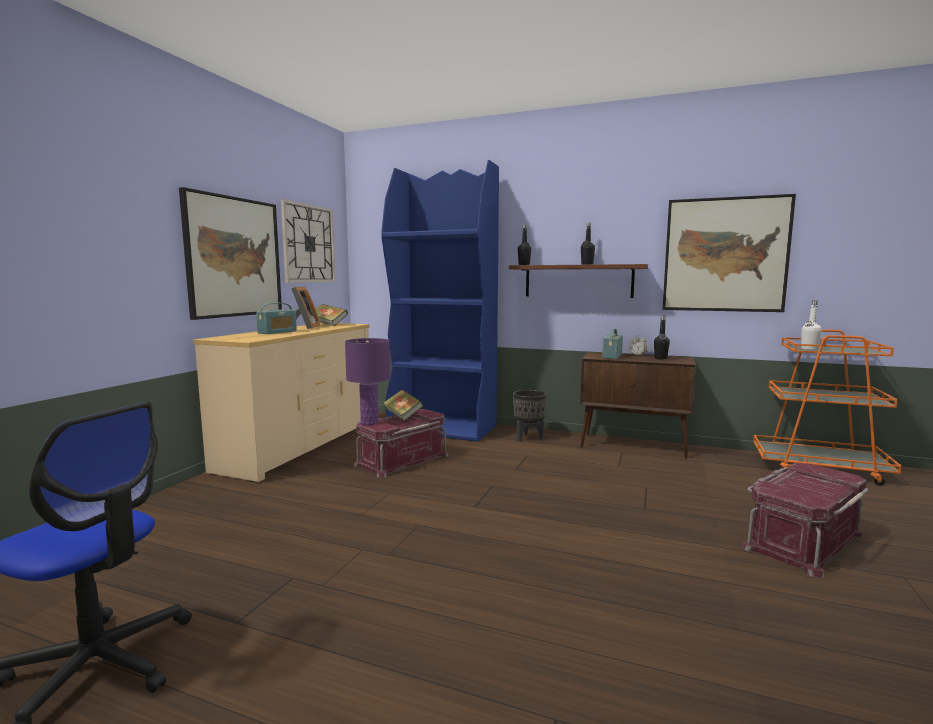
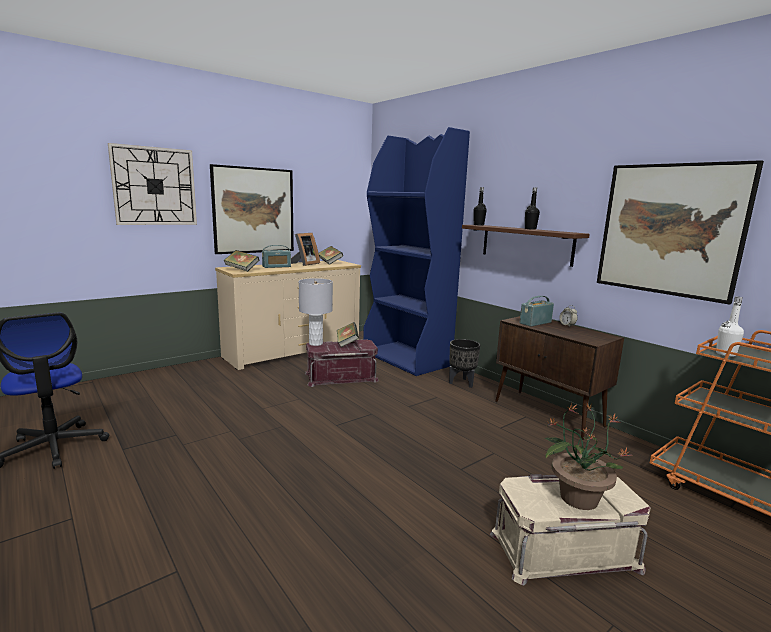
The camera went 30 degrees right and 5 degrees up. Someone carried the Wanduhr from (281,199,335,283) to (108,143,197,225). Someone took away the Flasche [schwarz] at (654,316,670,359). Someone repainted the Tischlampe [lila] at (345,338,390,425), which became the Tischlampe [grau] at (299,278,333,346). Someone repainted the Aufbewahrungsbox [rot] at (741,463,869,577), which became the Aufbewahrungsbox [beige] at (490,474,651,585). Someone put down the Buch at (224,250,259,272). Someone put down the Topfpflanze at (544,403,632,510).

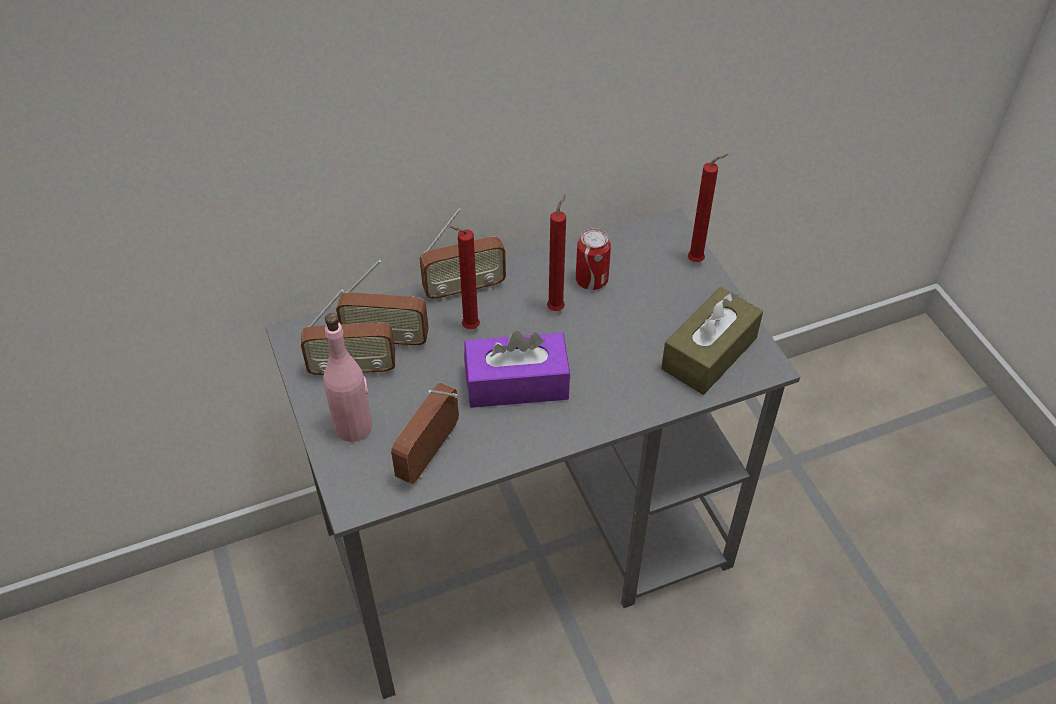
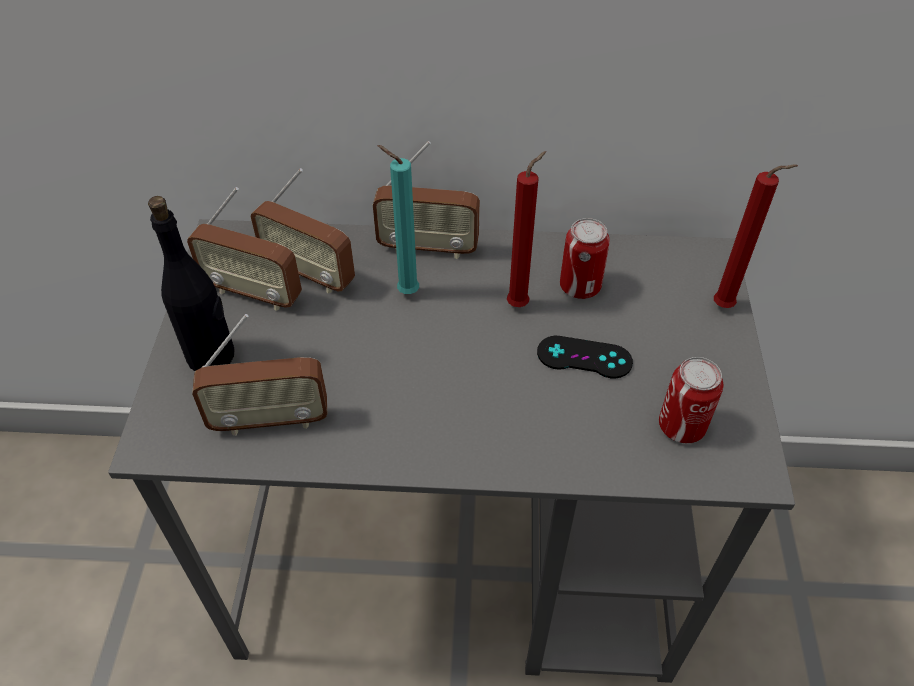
The camera went 25 degrees right and 0 degrees up. Someone repainted the Kerze [rot] at (448,226,480,329), which became the Kerze [türkis] at (377,145,419,294). Someone swapped the Taschentuchbox [braun] at (661,287,763,395) for the Dose at (659,357,724,443). Someone repainted the Flasche [rosa] at (323,313,372,442), which became the Flasche [schwarz] at (148,196,234,371). Someone took away the Taschentuchbox [lila] at (464,331,570,408). Someone rotated the Radio at (391,383,459,484) by 150 degrees counterclockwise. Someone put down the Gamepad [schwarz] at (537,336,633,378).

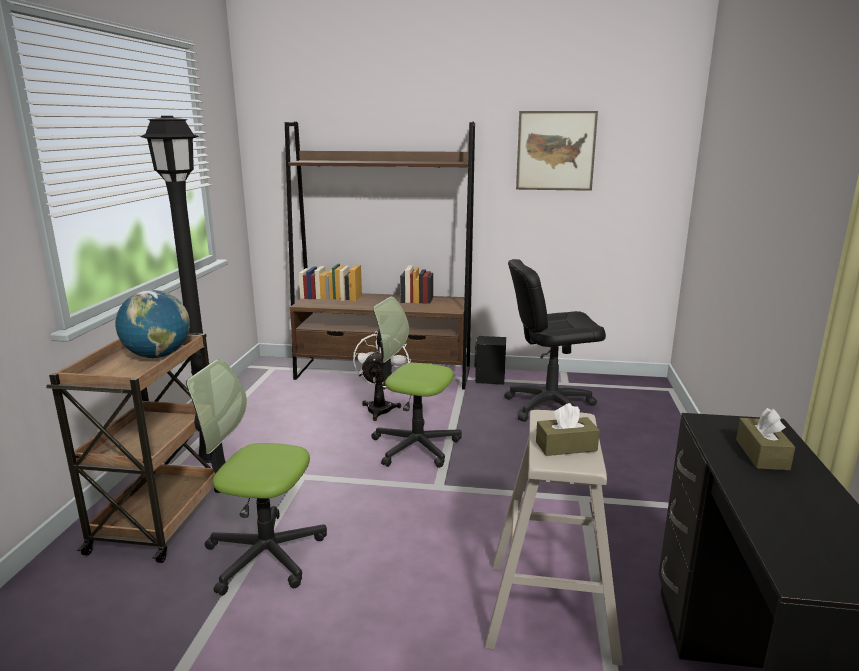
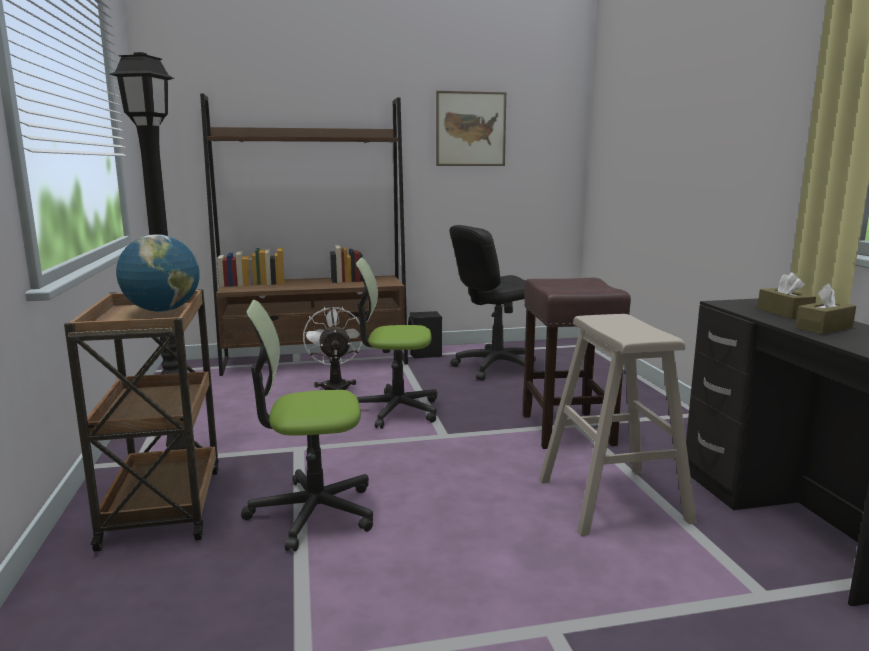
The camera went 20 degrees left and 5 degrees down. Someone carried the Taschentuchbox [braun] from (536,403,600,456) to (795,283,856,334). Someone put down the Hocker [braun] at (523,278,631,449).

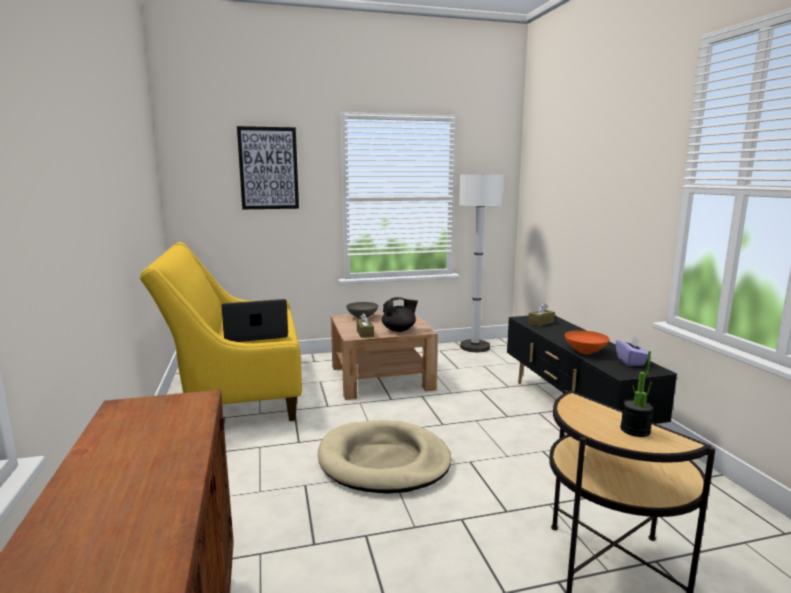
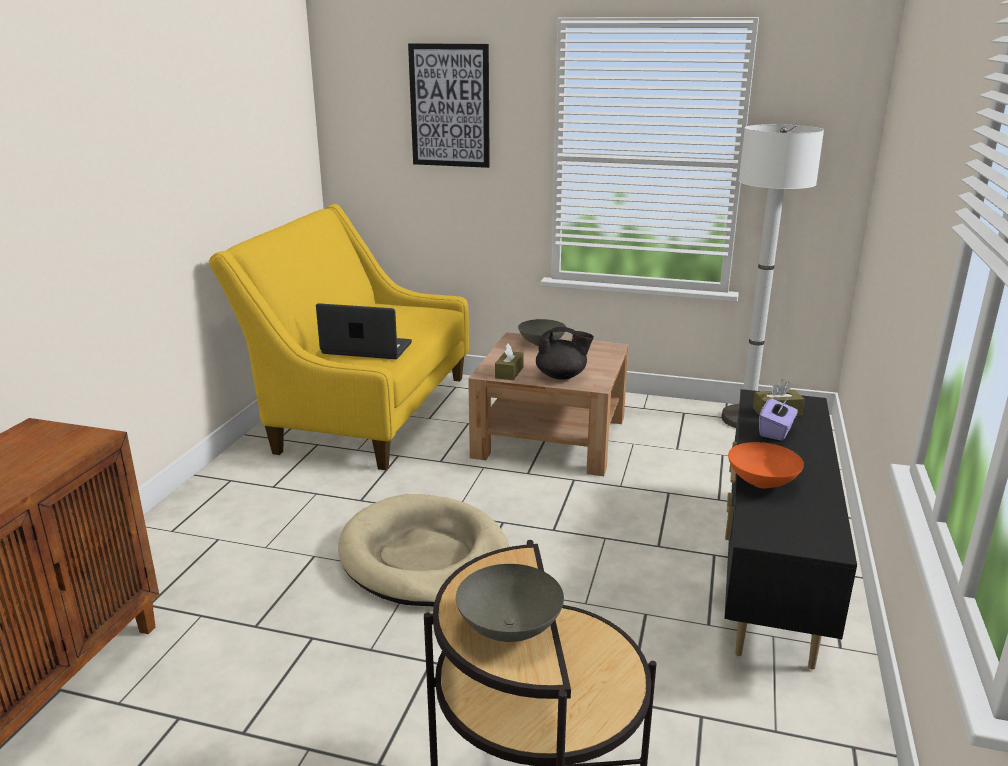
The camera went 30 degrees right and 10 degrees up. Someone carried the Taschentuchbox [lila] from (616,336,648,366) to (759,397,798,441). Someone swapped the Topfpflanze at (620,351,654,437) for the Schüssel [grau] at (456,564,564,642).

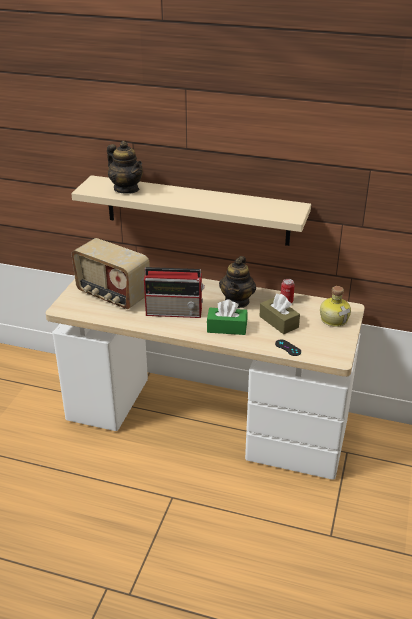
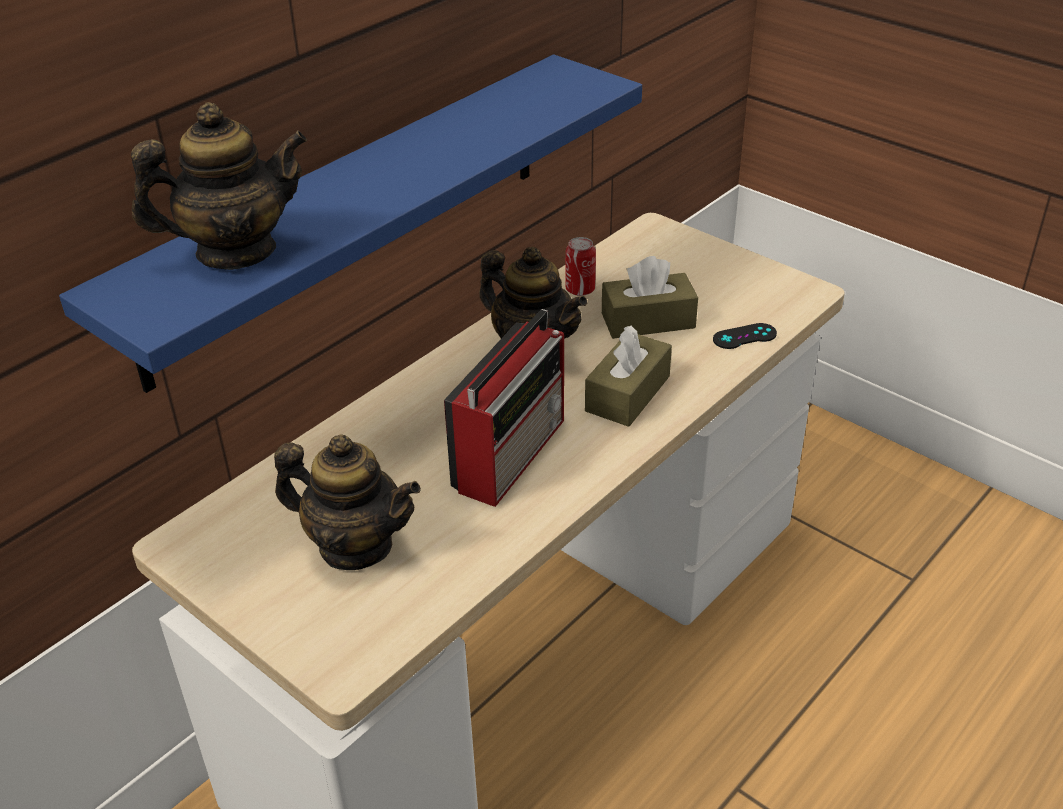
The camera went 65 degrees left and 5 degrees up. Someone repainted the Wandregal [beige] at (71,175,311,246), which became the Wandregal [blau] at (59,55,642,393). Someone swapped the Radio at (71,238,150,309) for the Teekanne at (274,434,421,570). Someone took away the Flasche at (320,286,351,327). Someone repainted the Taschentuchbox [grün] at (207,300,248,335), which became the Taschentuchbox [braun] at (585,326,672,427).

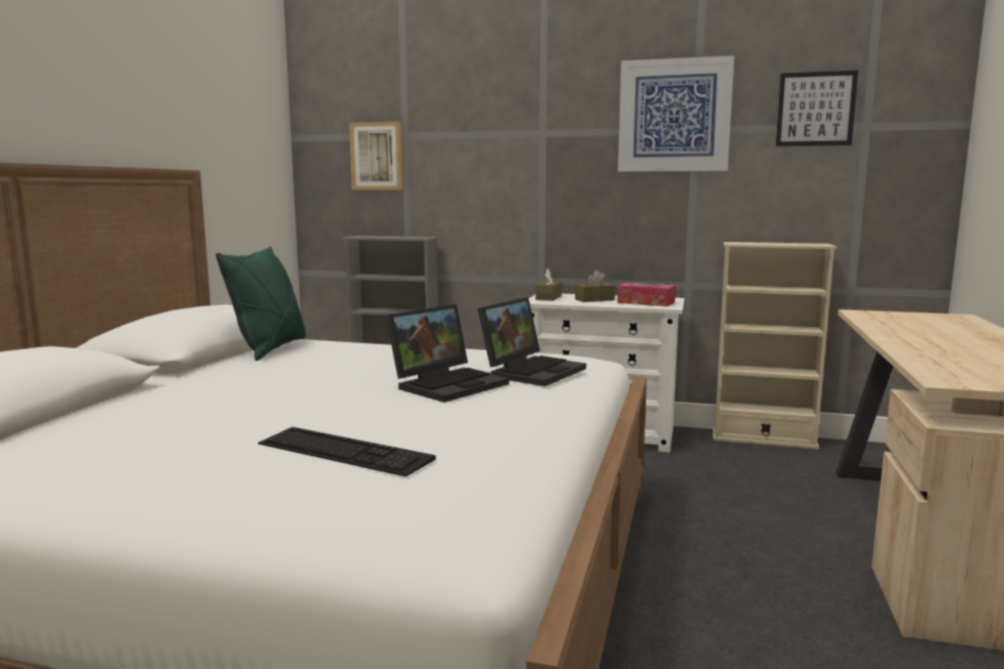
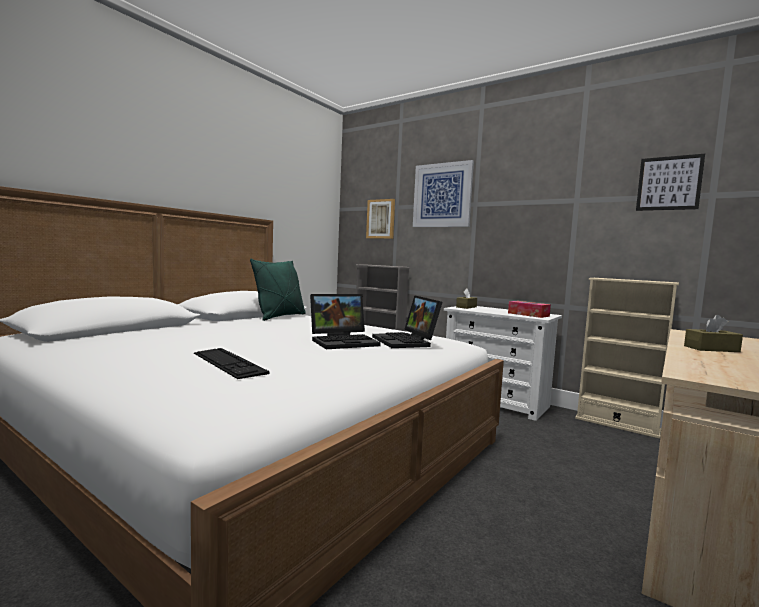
The camera went 20 degrees right and 5 degrees down. Someone carried the Bild from (618,56,734,172) to (413,160,474,227). Someone carried the Taschentuchbox [braun] from (575,270,615,302) to (684,315,743,352). Someone rotated the Laptop at (477,297,586,386) by 105 degrees clockwise.

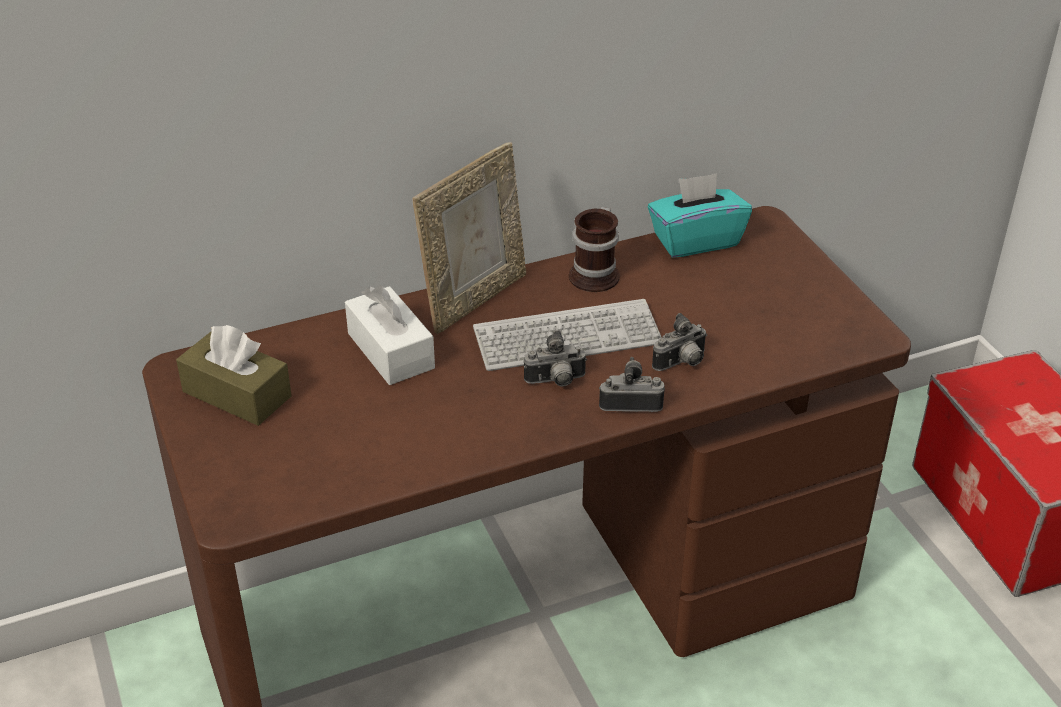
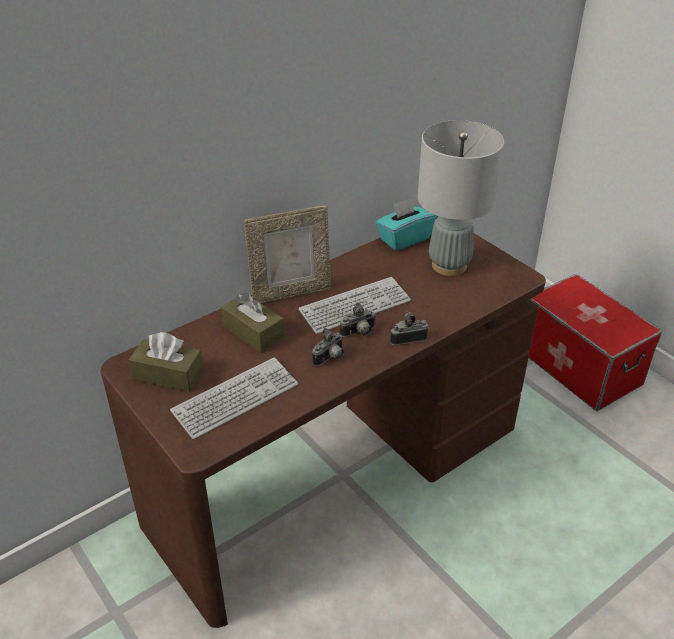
The camera went 15 degrees left and 0 degrees up. Someone rotated the Bilderrahmen at (412,142,526,334) by 45 degrees clockwise. Someone took away the Henkelbecher at (569,207,620,292). Someone repainted the Taschentuchbox [weiß] at (345,285,435,385), which became the Taschentuchbox [braun] at (221,293,285,353). Someone carried the Kamera from (652,313,707,371) to (312,328,344,366). Someone put down the Tischlampe [grau] at (418,120,504,276). Someone put down the Tastatur at (170,357,298,439).

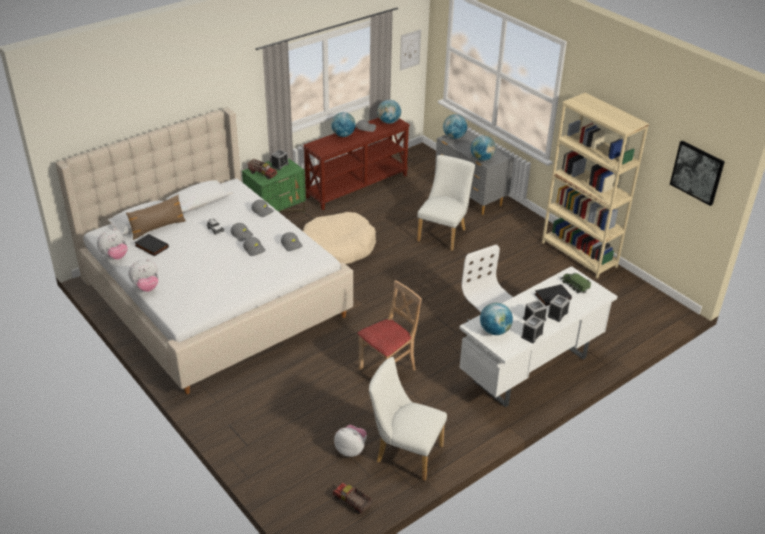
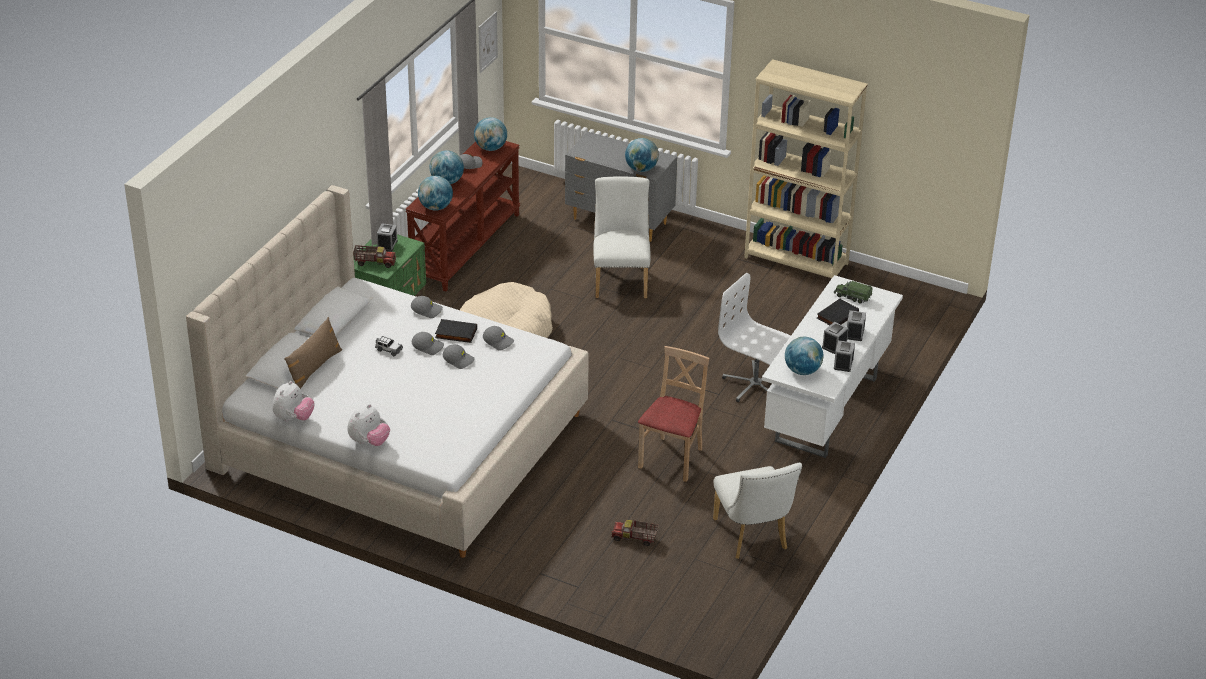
The camera went 25 degrees left and 0 degrees up. Someone carried the Globus from (443,114,467,139) to (418,176,453,211). Someone took away the Bild at (670,141,725,206). Someone carried the Buch [schwarz] from (134,234,169,256) to (435,319,477,343). Someone rotated the Stuhl [weiß] at (369,357,447,481) by 105 degrees counterclockwise. Someone took away the Plüschtier at (334,425,367,457). Someone carried the Spielzeuglaster from (333,483,372,514) to (611,520,659,546).

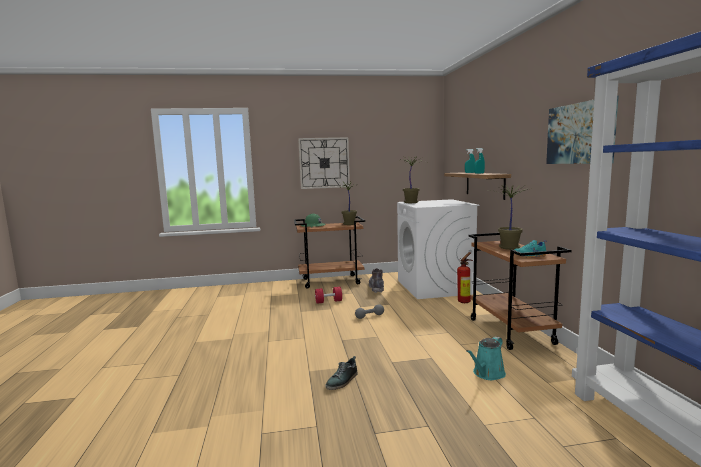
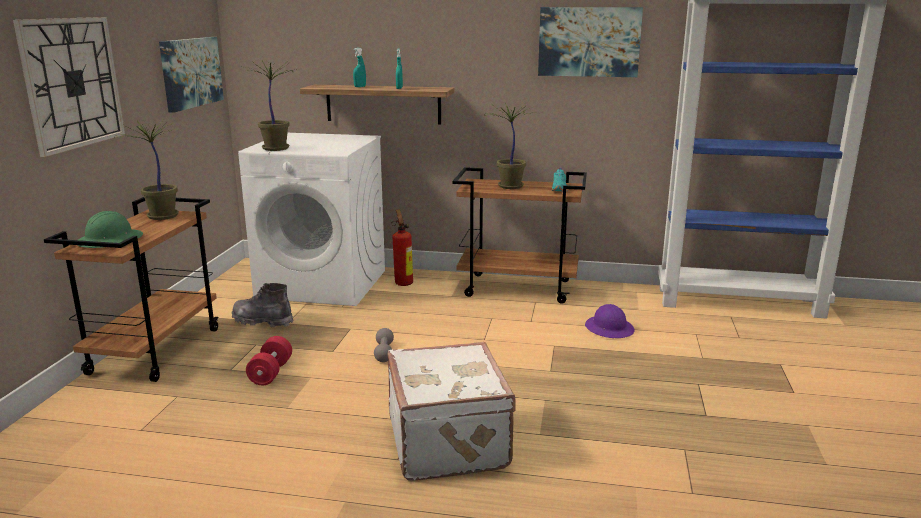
The camera went 70 degrees left and 10 degrees up. Someone swapped the Gießkanne [türkis] at (466,336,506,380) for the Schutzhelm [lila] at (585,304,634,338). Someone took away the Schuh at (325,356,357,390). Someone put up the Bild at (159,37,224,113). Someone put down the Koffer [weiß] at (387,342,516,480).

